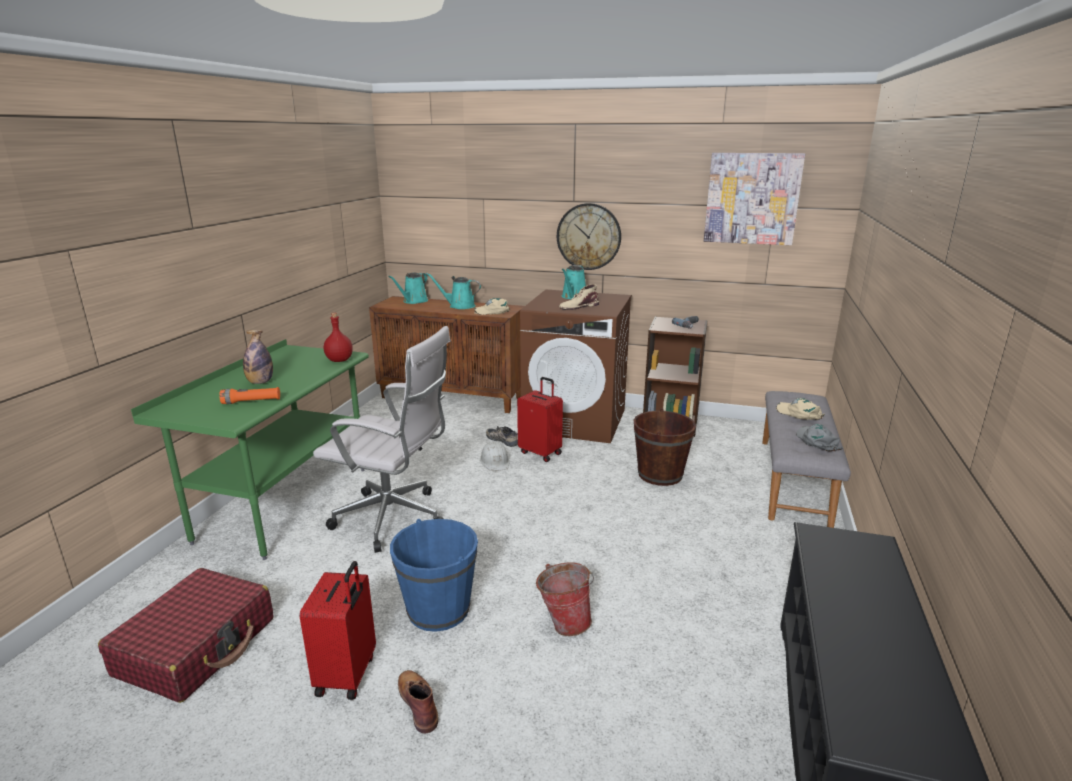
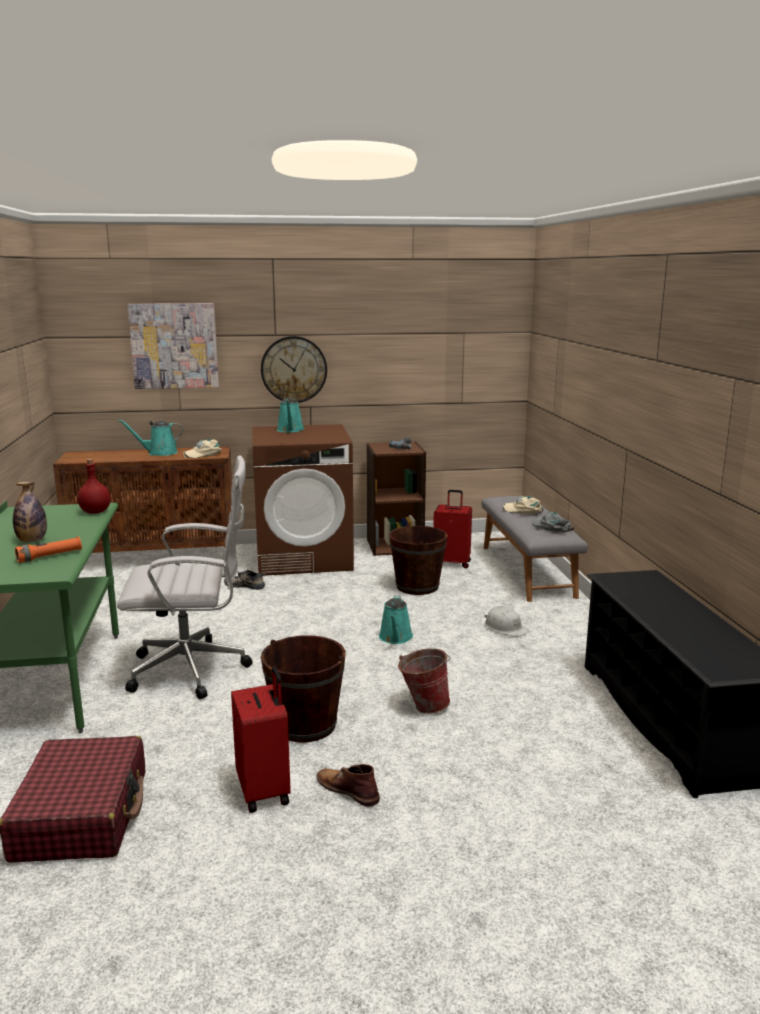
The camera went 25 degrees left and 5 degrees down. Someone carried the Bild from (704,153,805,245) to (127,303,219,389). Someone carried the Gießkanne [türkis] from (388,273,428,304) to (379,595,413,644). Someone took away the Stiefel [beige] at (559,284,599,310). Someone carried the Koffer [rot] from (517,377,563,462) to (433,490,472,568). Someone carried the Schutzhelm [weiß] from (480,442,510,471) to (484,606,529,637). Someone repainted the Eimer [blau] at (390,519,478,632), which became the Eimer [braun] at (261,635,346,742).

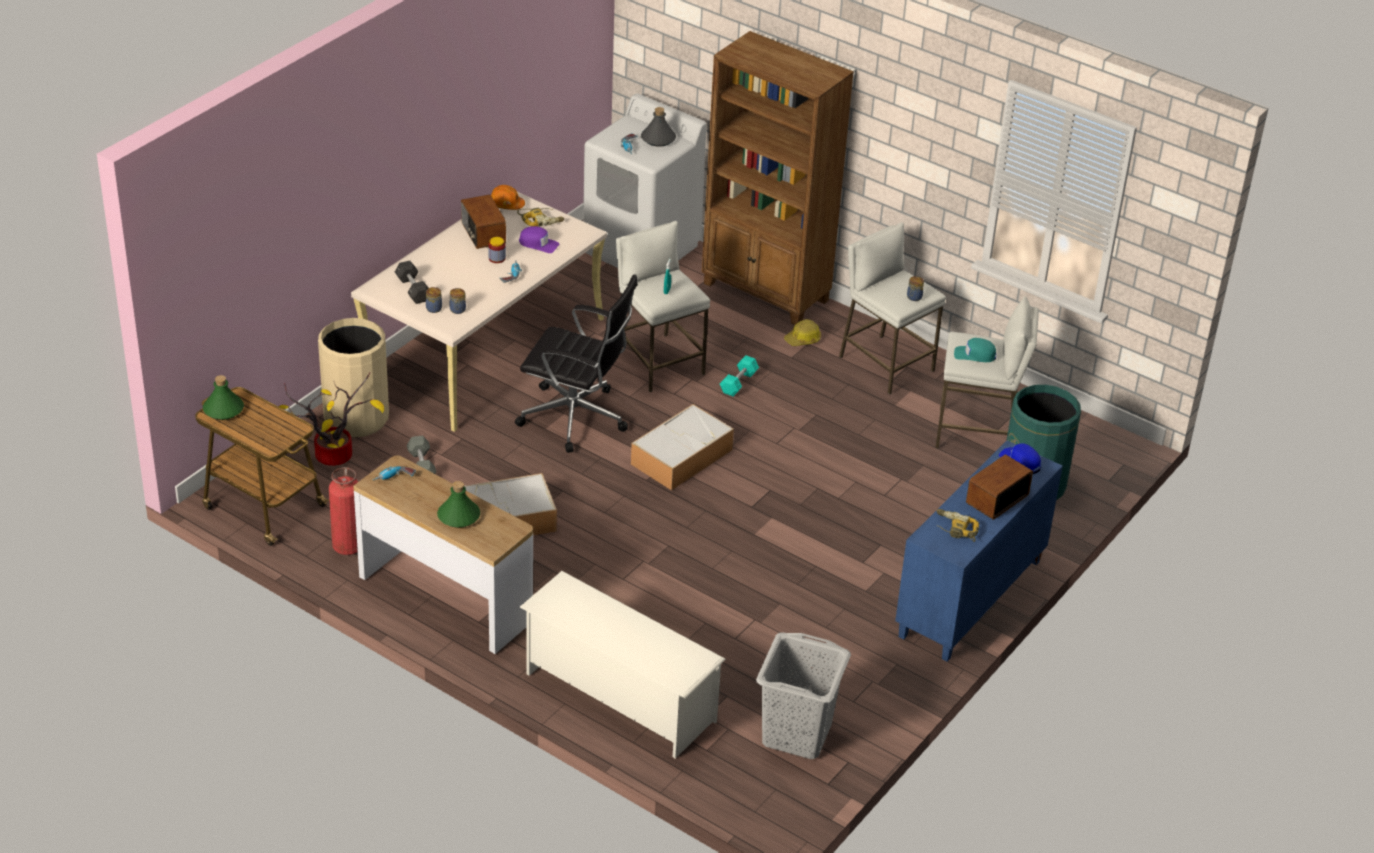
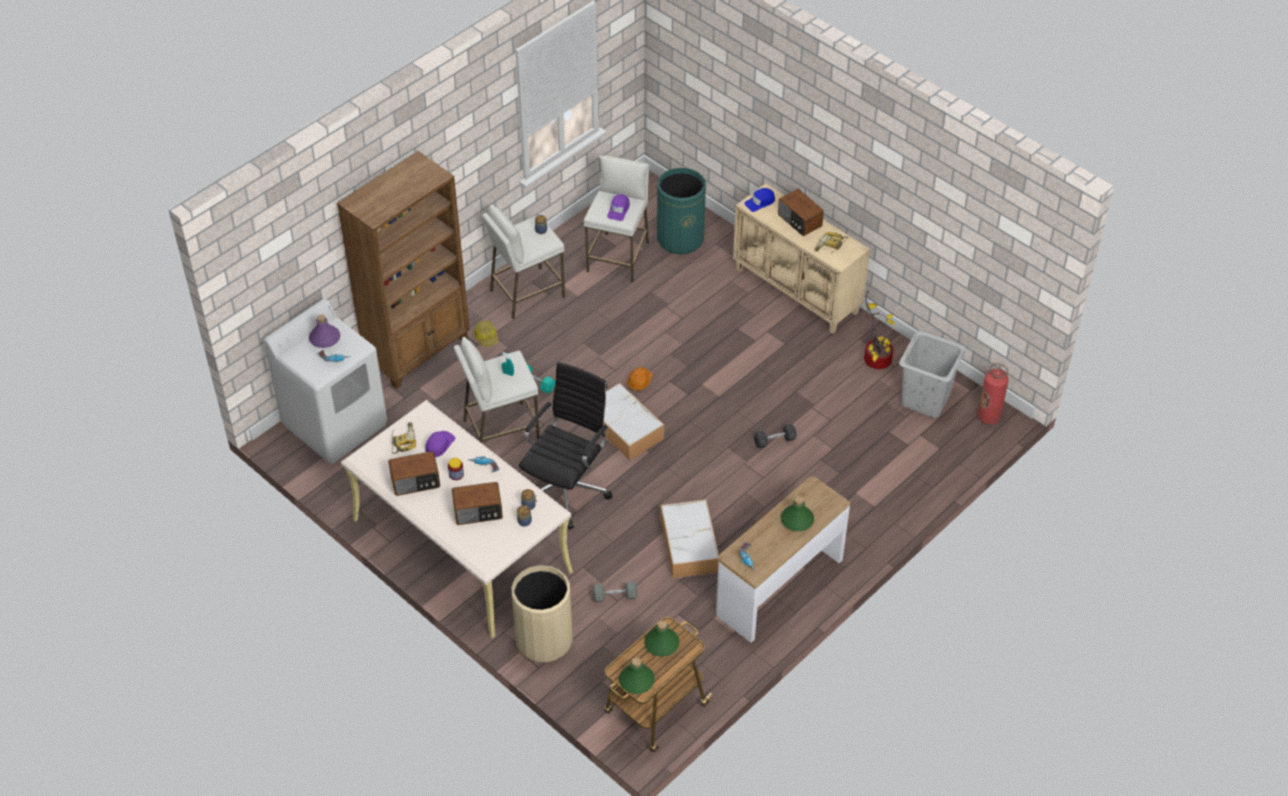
The camera went 80 degrees left and 10 degrees up. Someone repainted the Flasche [grau] at (641,107,676,147), which became the Flasche [lila] at (309,315,340,348). Someone carried the Schutzhelm [orange] from (491,185,525,210) to (627,367,652,391). Someone carried the Hantel [grau] from (395,261,429,304) to (754,424,797,448). Someone repainted the Kappe [türkis] at (954,338,996,362), which became the Kappe [lila] at (607,194,630,221). Someone carried the Topfpflanze from (279,372,384,466) to (864,290,895,369). Someone repainted the Schrank [blau] at (895,440,1063,662), which became the Schrank [beige] at (733,183,870,334). Someone carried the Feuerlöscher from (329,467,358,555) to (978,363,1009,425). Someone took away the Schuhregal [weiß] at (520,571,726,759). Someone put down the Radio at (452,482,503,525). Someone put down the Flasche [grün] at (644,621,679,657).

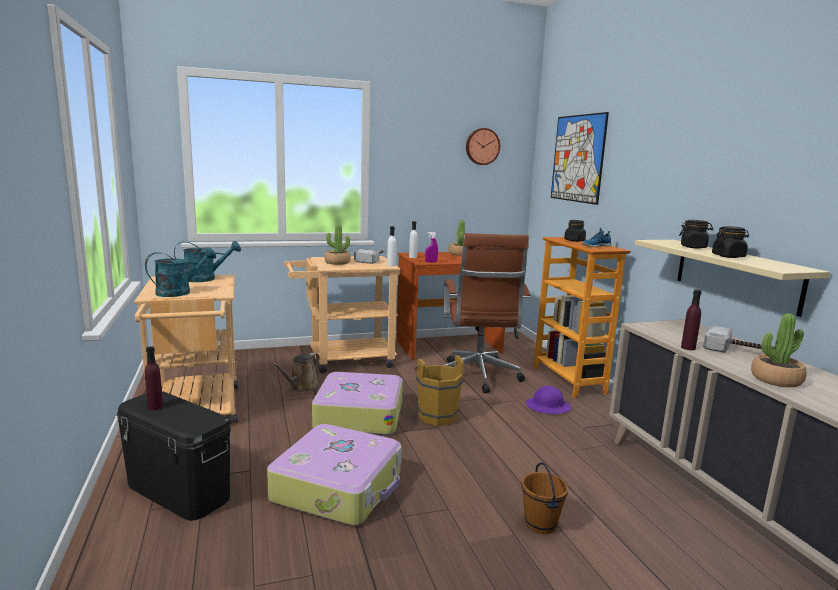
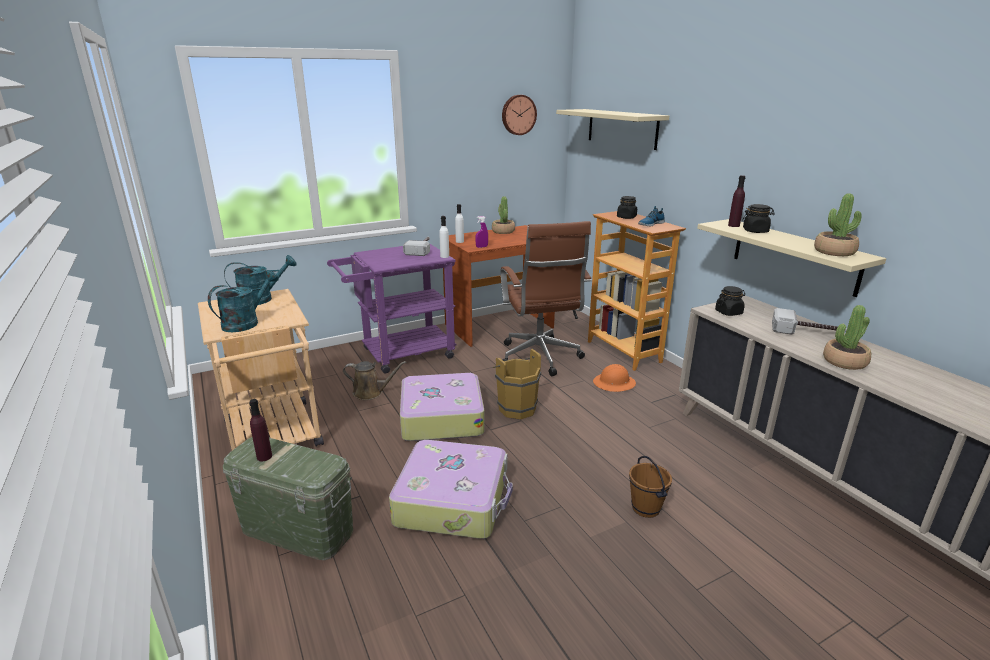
The camera went 10 degrees left and 10 degrees up. Someone swapped the Bild at (551,112,609,205) for the Wandregal [beige] at (556,109,669,150). Someone carried the Topfpflanze from (324,224,351,265) to (814,193,862,256). Someone carried the Vorratsglas [schwarz] from (712,226,749,258) to (715,286,745,316). Someone repainted the Rollwagen [beige] at (284,256,400,373), which became the Rollwagen [lila] at (327,243,456,374). Someone carried the Flasche [lila] from (681,289,702,350) to (728,175,746,227). Someone rotated the Gießkanne [braun] at (272,353,320,392) by 105 degrees counterclockwise. Someone repainted the Schutzhelm [lila] at (526,386,571,414), which became the Schutzhelm [orange] at (593,364,636,392). Someone repainted the Aufbewahrungsbox [schwarz] at (116,391,231,521), which became the Aufbewahrungsbox [grün] at (223,437,353,560).

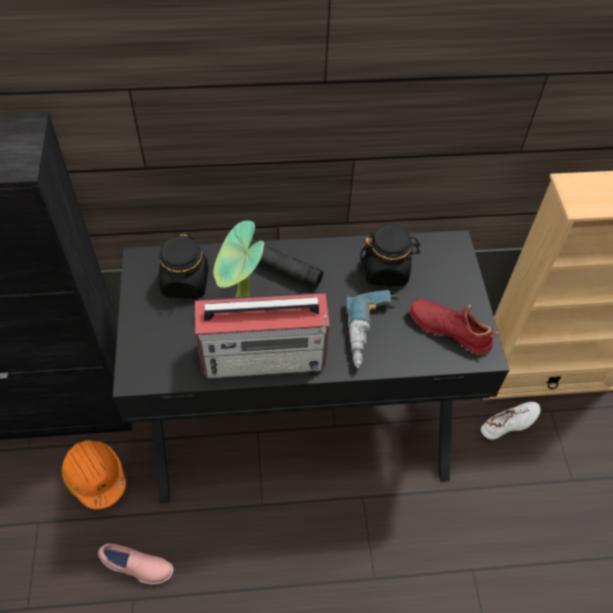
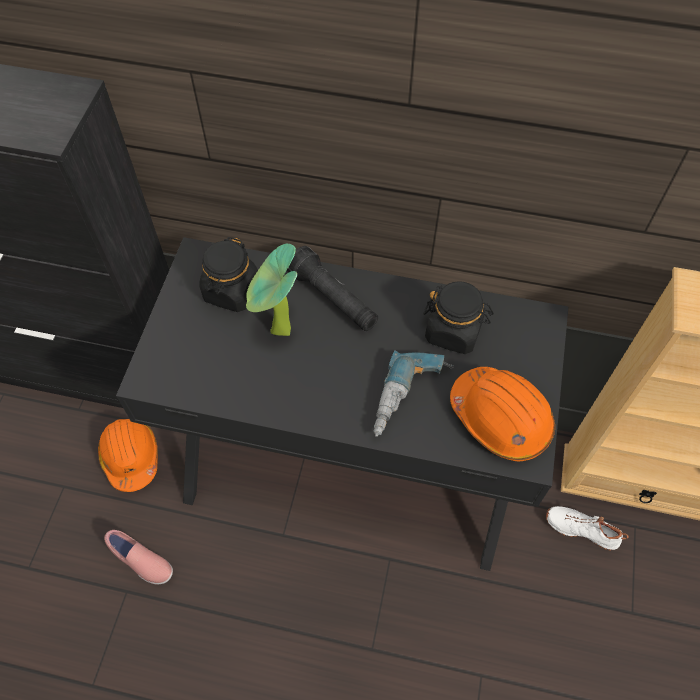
The camera went 20 degrees right and 5 degrees up. Someone took away the Radio at (195,292,330,379). Someone swapped the Schuh [rot] at (409,299,498,355) for the Schutzhelm [orange] at (450,367,555,461). Someone rotated the Schuh [weiß] at (481,402,541,440) by 150 degrees counterclockwise.

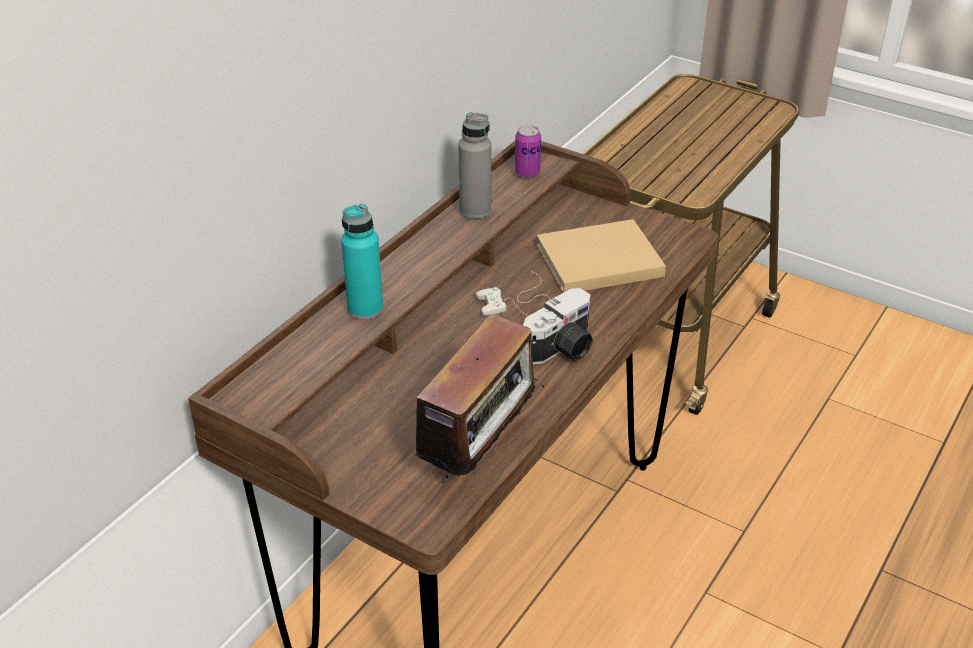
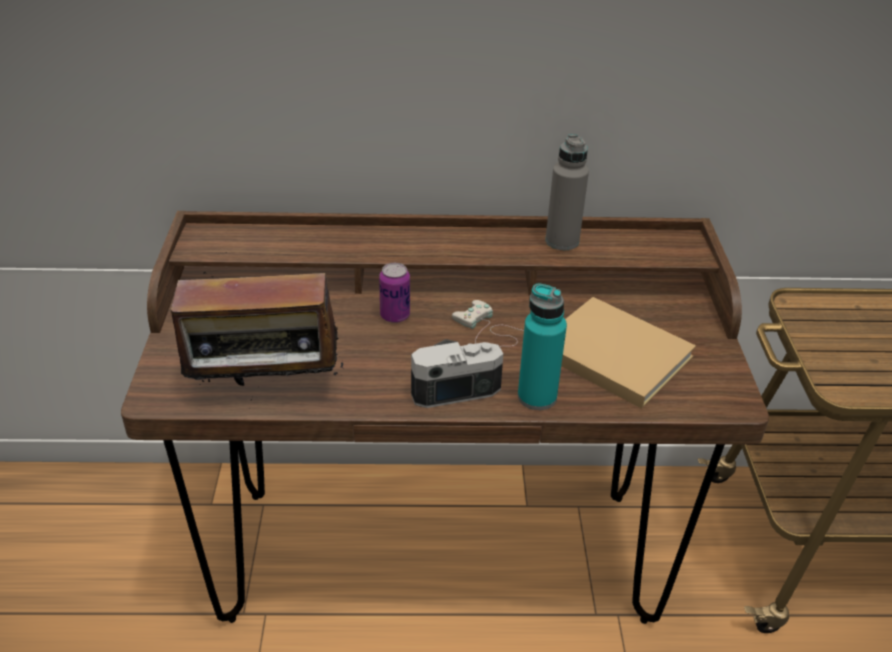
The camera went 55 degrees right and 0 degrees up. Someone carried the Dose from (515,125,541,178) to (379,263,410,323). Someone carried the Flasche [türkis] from (341,204,383,320) to (518,284,567,410). Someone rotated the Kamera at (523,288,593,364) by 150 degrees clockwise.

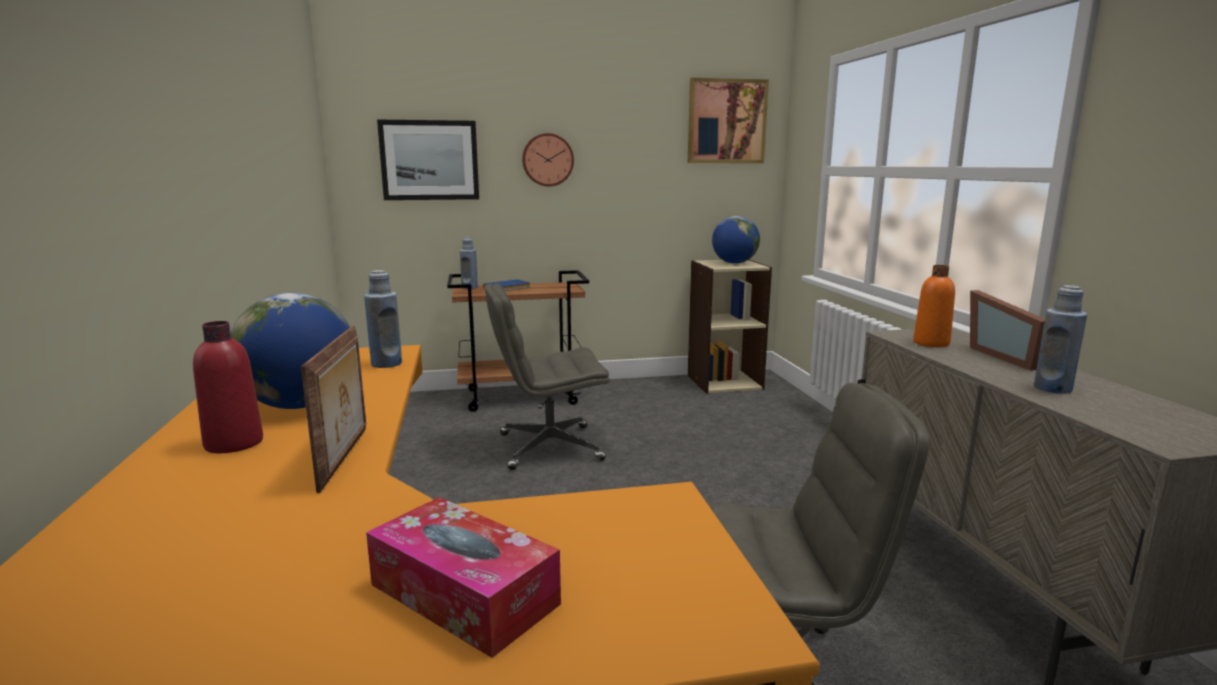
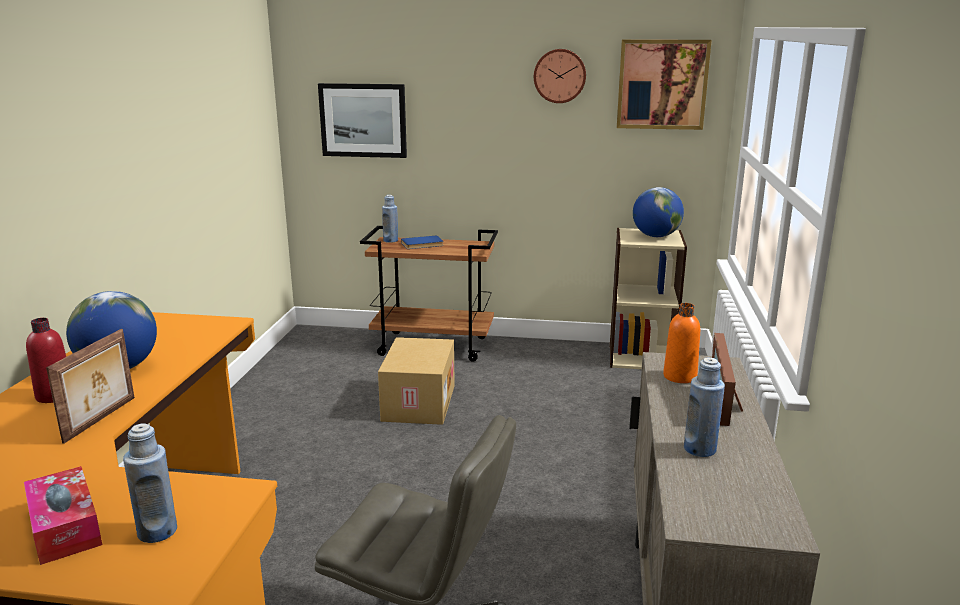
The camera went 20 degrees right and 5 degrees up. Someone carried the Wanduhr from (522,133,574,186) to (534,49,586,103). Someone carried the Flasche [blau] from (364,270,402,368) to (123,423,177,543). Someone swapped the Bürostuhl [grau] at (485,283,610,470) for the Karton at (378,337,455,425).

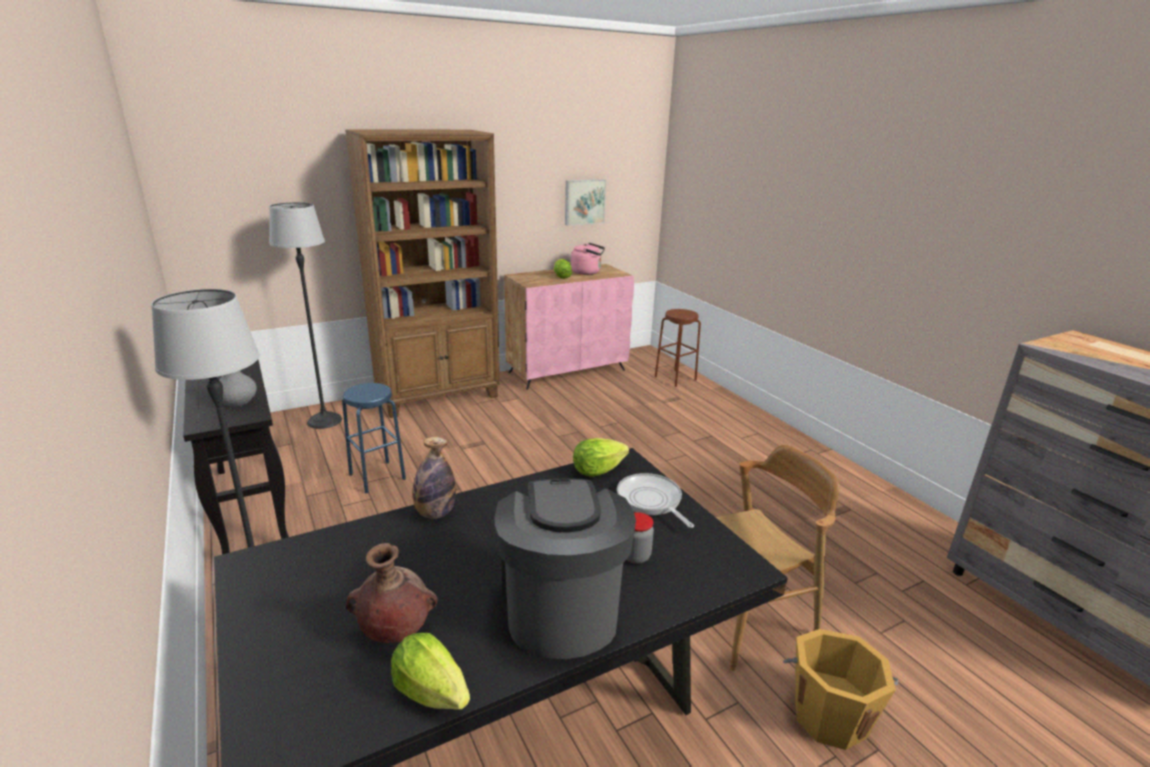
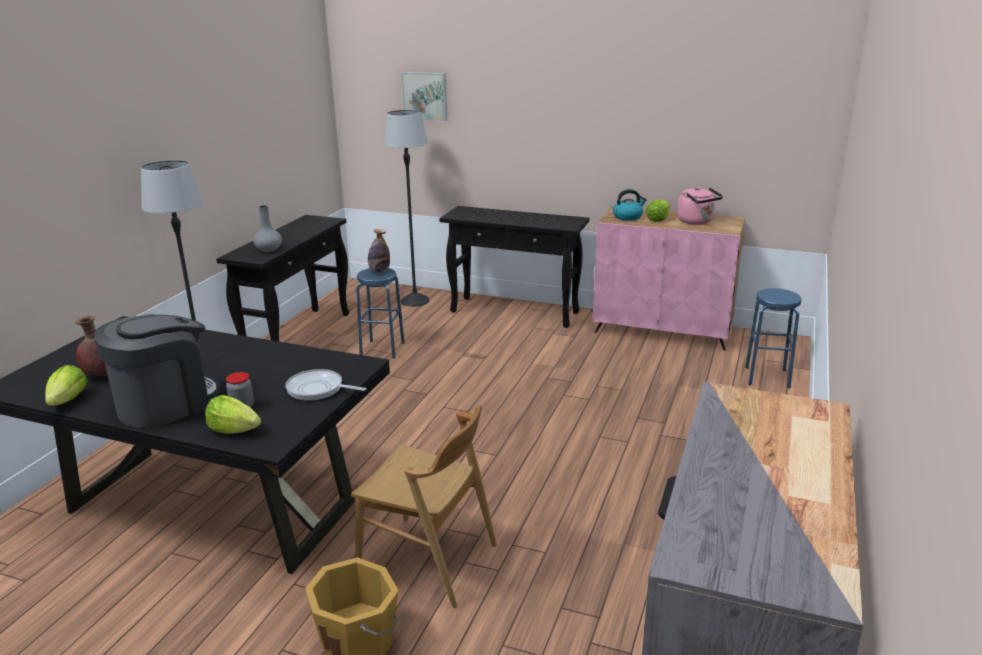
The camera went 50 degrees right and 0 degrees up. Someone swapped the Bücherregal [braun] at (345,129,500,418) for the Konsolentisch [schwarz] at (439,206,589,328). Someone carried the Bild from (565,179,606,226) to (401,72,448,121). Someone repainted the Hocker [braun] at (655,309,701,387), which became the Hocker [blau] at (745,288,801,389). Someone carried the Flasche from (413,437,456,519) to (368,229,390,273). Someone carried the Salatkopf from (573,438,629,477) to (205,395,261,434). Someone rotated the Pfanne at (617,473,694,528) by 90 degrees counterclockwise. Someone put down the Wasserkessel at (613,189,647,221).

